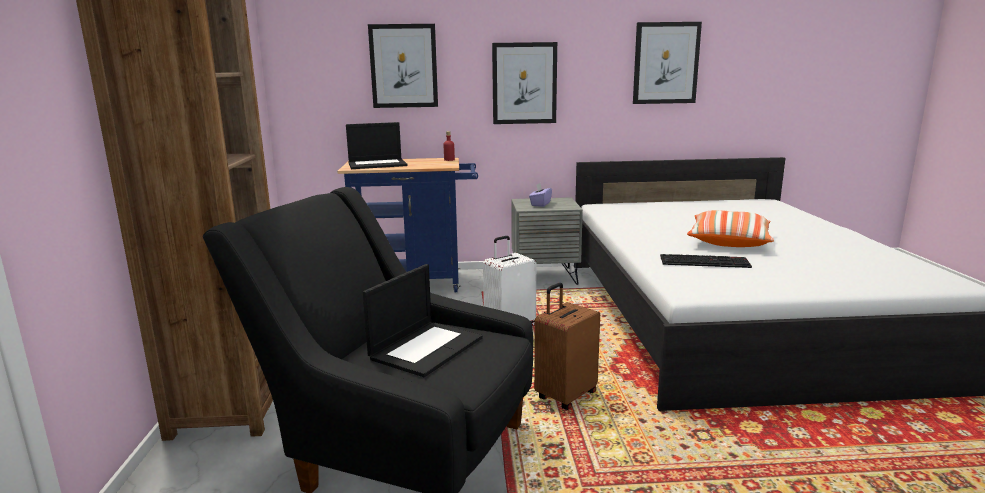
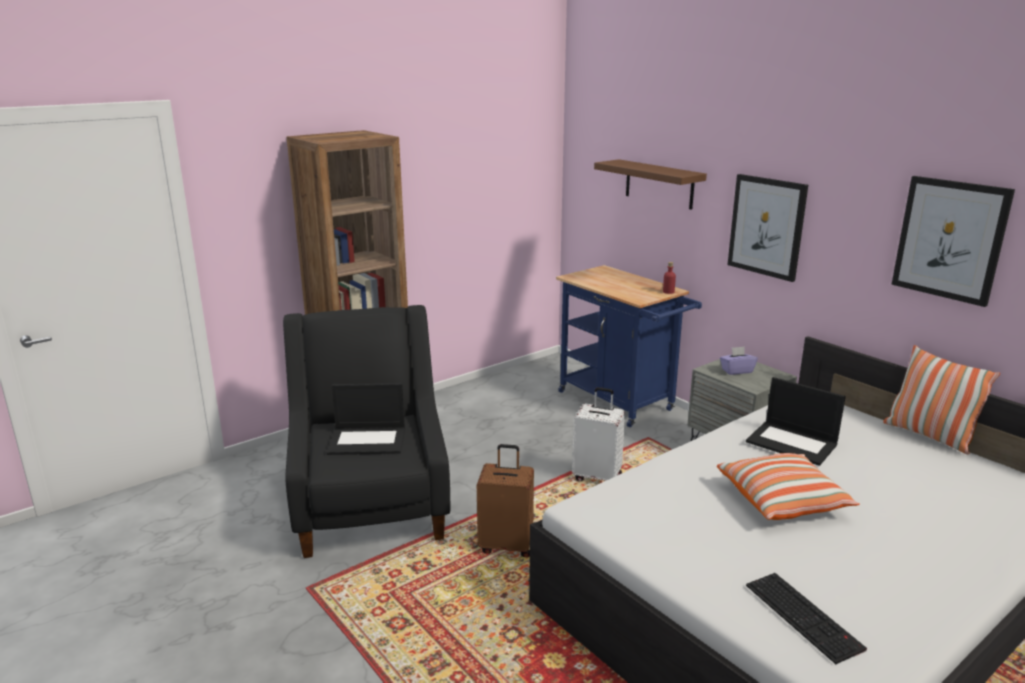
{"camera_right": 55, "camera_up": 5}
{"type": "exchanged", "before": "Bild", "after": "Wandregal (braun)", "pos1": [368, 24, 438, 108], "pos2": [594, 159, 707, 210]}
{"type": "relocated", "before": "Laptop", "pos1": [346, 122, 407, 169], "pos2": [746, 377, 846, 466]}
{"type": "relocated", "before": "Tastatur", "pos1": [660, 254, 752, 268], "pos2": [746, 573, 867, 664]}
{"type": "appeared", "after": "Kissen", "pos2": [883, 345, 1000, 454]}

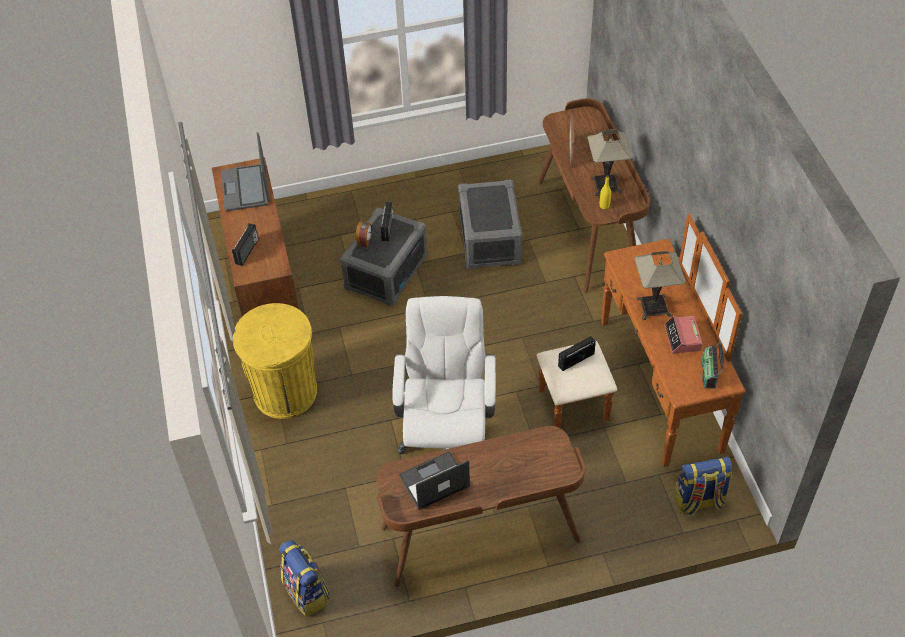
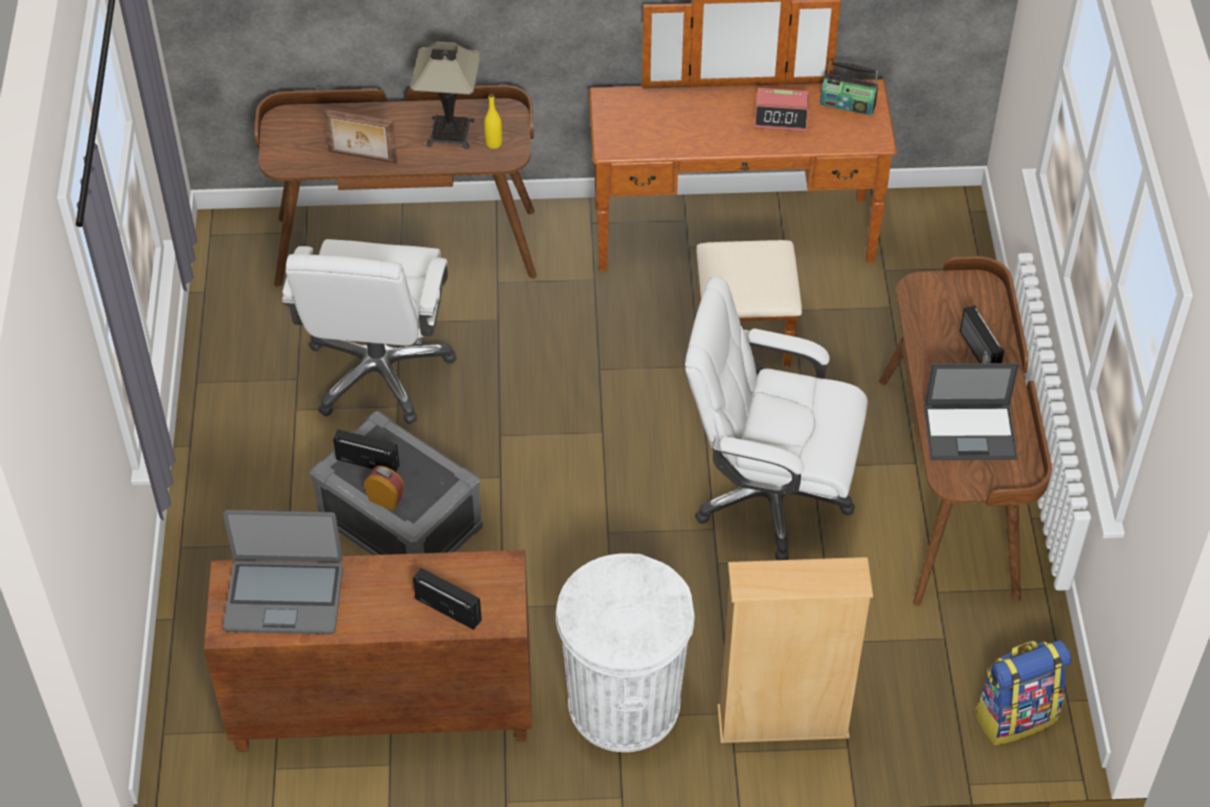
{"camera_right": -80, "camera_up": 0}
{"type": "exchanged", "before": "Aufbewahrungsbox (grau)", "after": "Bürostuhl (weiß)", "pos1": [458, 180, 522, 269], "pos2": [281, 239, 456, 424]}
{"type": "colour", "before": "Mülleimer (gelb)", "after": "Mülleimer (weiß)", "pos1": [233, 303, 317, 419], "pos2": [556, 554, 695, 752]}
{"type": "appeared", "after": "Bücherregal (beige)", "pos2": [717, 557, 873, 743]}
{"type": "spun", "before": "Laptop", "pos1": [399, 451, 470, 510], "pos2": [924, 363, 1019, 460], "turn": -75}
{"type": "relocated", "before": "Radio", "pos1": [558, 336, 596, 371], "pos2": [960, 305, 1004, 363]}
{"type": "missing", "before": "Tischlampe", "pos1": [634, 251, 686, 320]}
{"type": "missing", "before": "Rucksack", "pos1": [674, 457, 732, 516]}

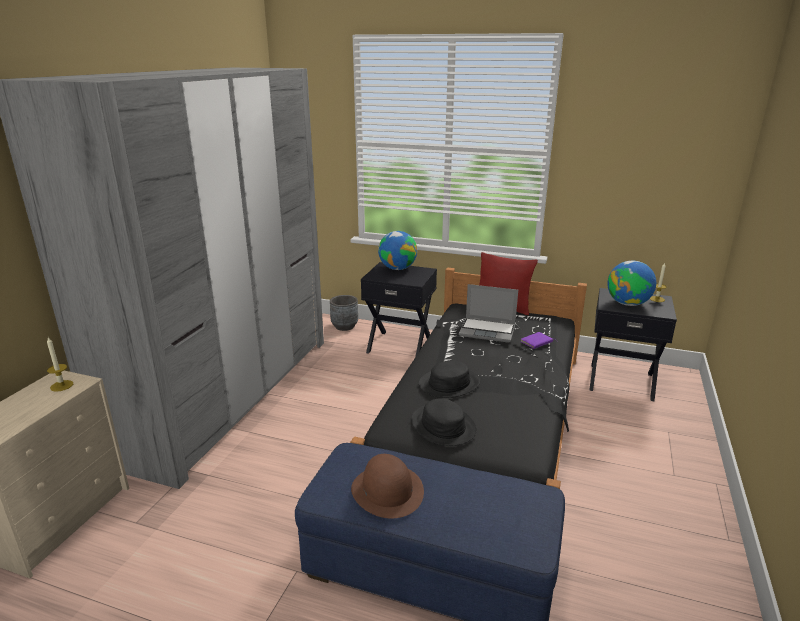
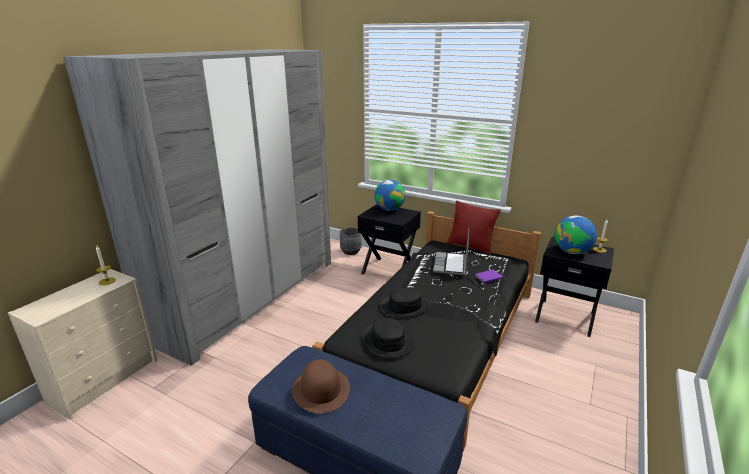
{"camera_right": 10, "camera_up": 0}
{"type": "spun", "before": "Laptop", "pos1": [459, 284, 518, 343], "pos2": [433, 227, 469, 276], "turn": 75}

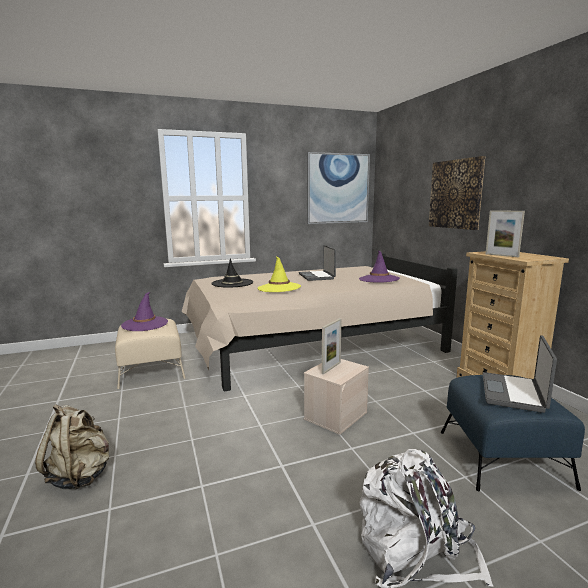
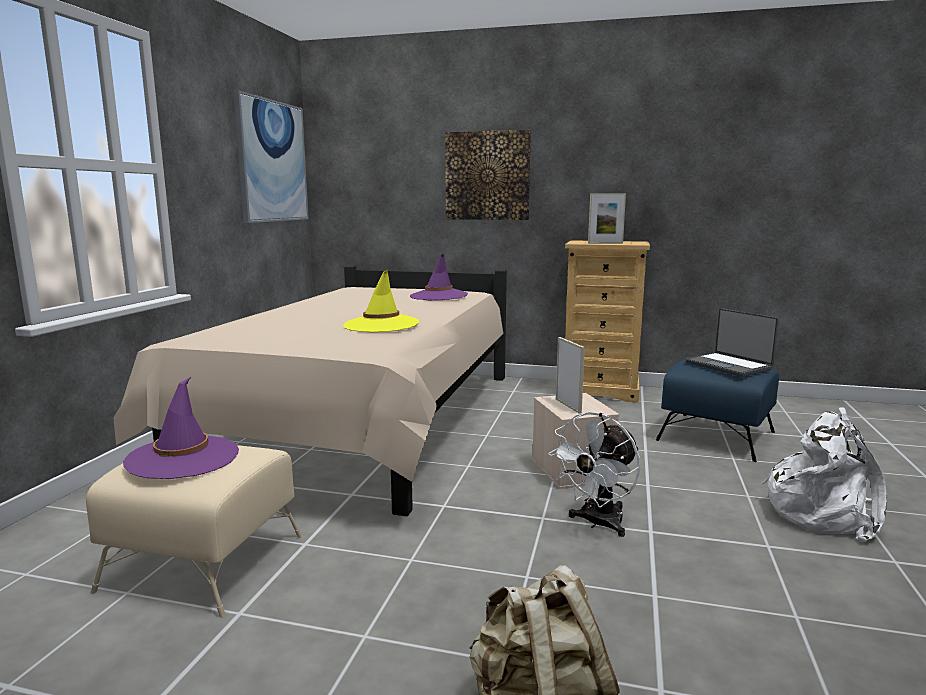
{"camera_right": -55, "camera_up": 0}
{"type": "appeared", "after": "Ventilator (weiß)", "pos2": [548, 412, 640, 537]}
{"type": "missing", "before": "Hut (schwarz)", "pos1": [211, 258, 253, 288]}
{"type": "missing", "before": "Laptop", "pos1": [299, 245, 336, 281]}

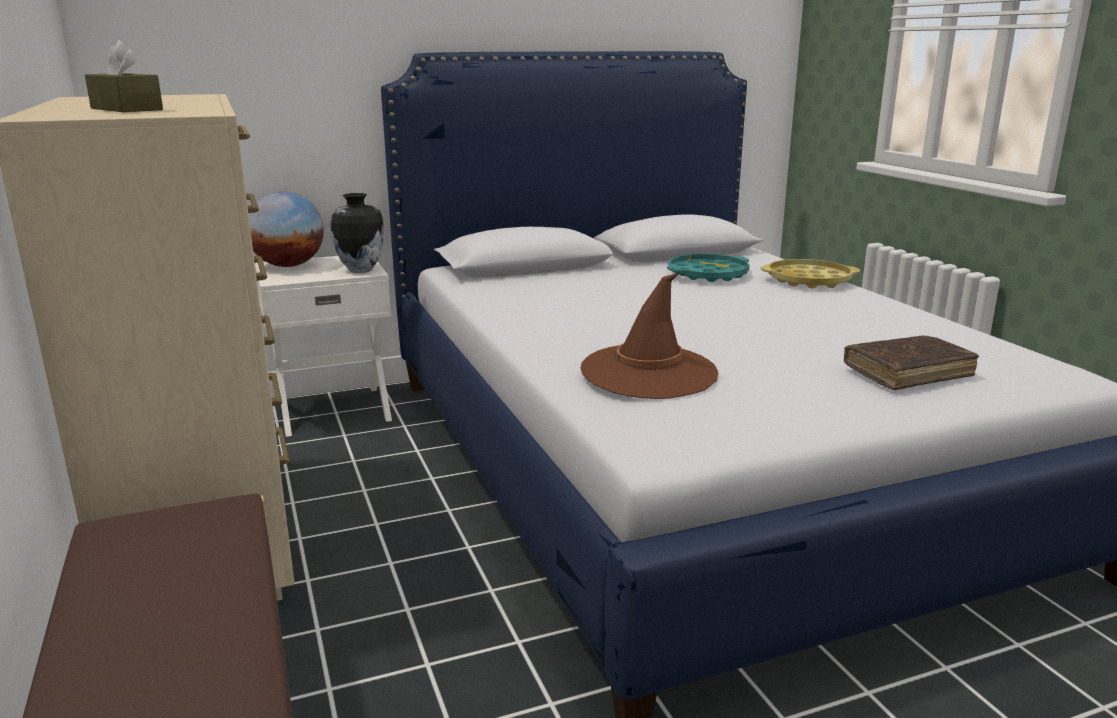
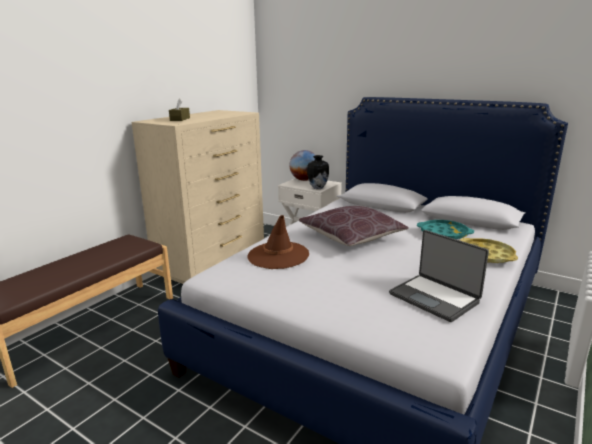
{"camera_right": 55, "camera_up": 0}
{"type": "appeared", "after": "Kissen (braun)", "pos2": [299, 206, 409, 246]}
{"type": "appeared", "after": "Laptop", "pos2": [389, 230, 489, 322]}
{"type": "missing", "before": "Buch (braun)", "pos1": [844, 335, 979, 390]}

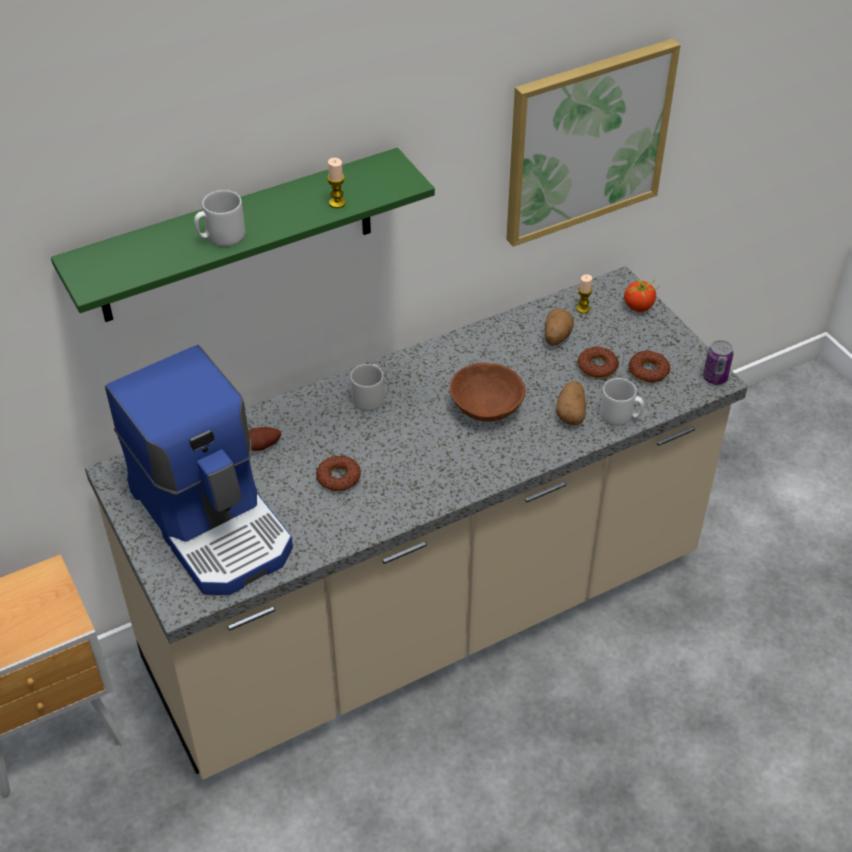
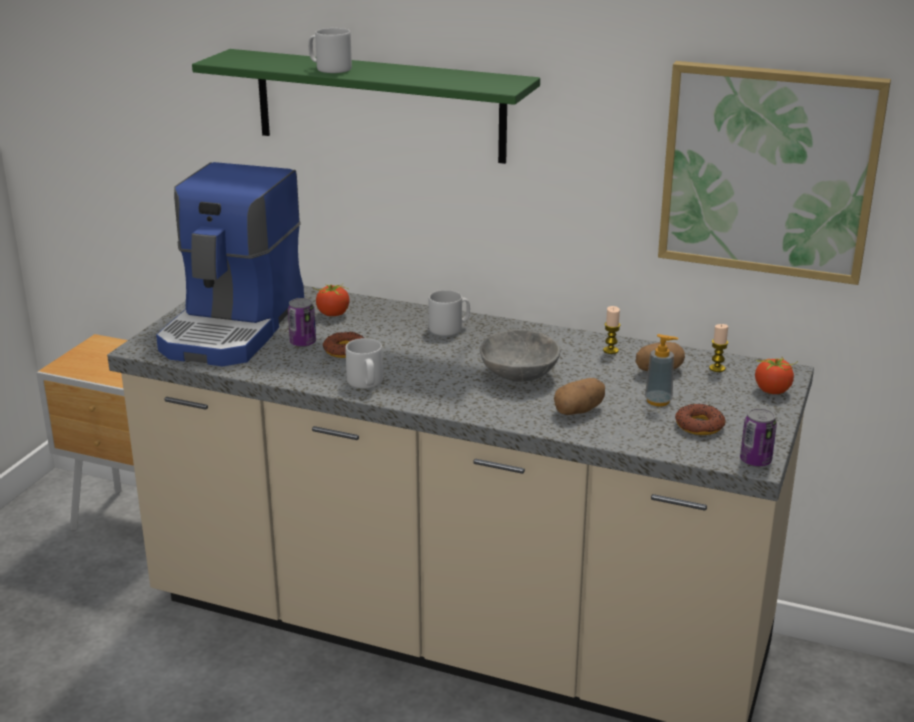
{"camera_right": 50, "camera_up": -20}
{"type": "appeared", "after": "Dose", "pos2": [288, 298, 316, 347]}
{"type": "exchanged", "before": "Kartoffel", "after": "Tomate", "pos1": [248, 427, 281, 451], "pos2": [313, 284, 349, 316]}
{"type": "relocated", "before": "Henkelbecher (grau)", "pos1": [600, 378, 644, 426], "pos2": [345, 338, 383, 389]}
{"type": "colour", "before": "Schüssel (braun)", "after": "Schüssel (grau)", "pos1": [450, 363, 526, 422], "pos2": [480, 330, 560, 382]}
{"type": "relocated", "before": "Kerze", "pos1": [327, 158, 346, 208], "pos2": [603, 306, 620, 354]}
{"type": "exchanged", "before": "Donut", "after": "Seifenspender", "pos1": [578, 346, 619, 378], "pos2": [645, 334, 678, 407]}

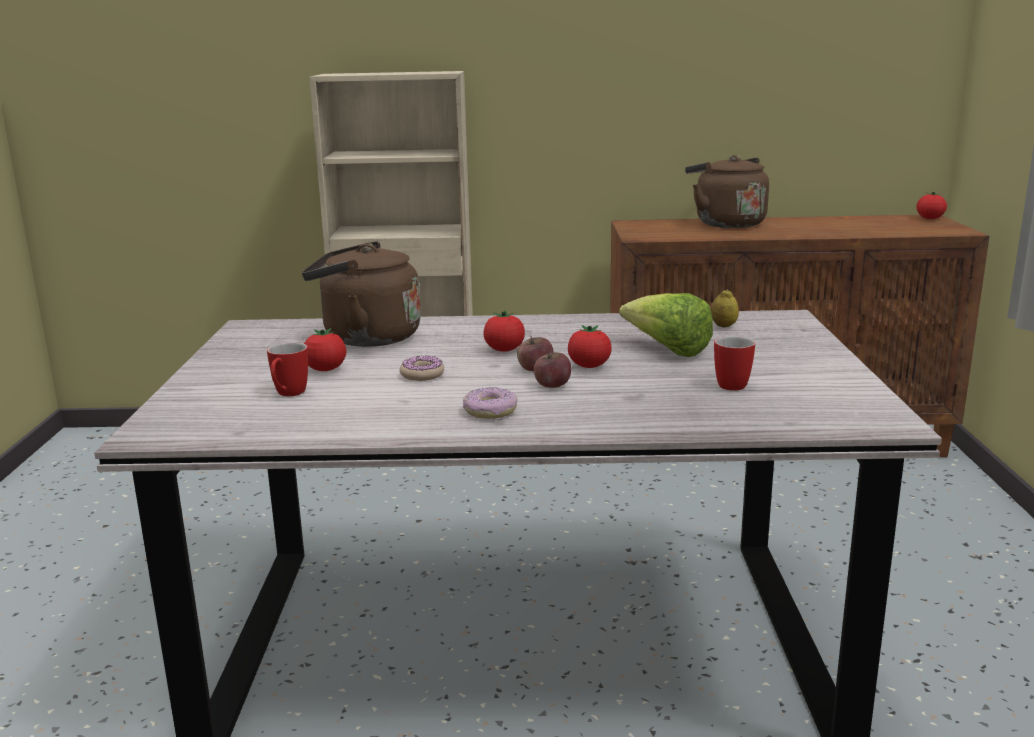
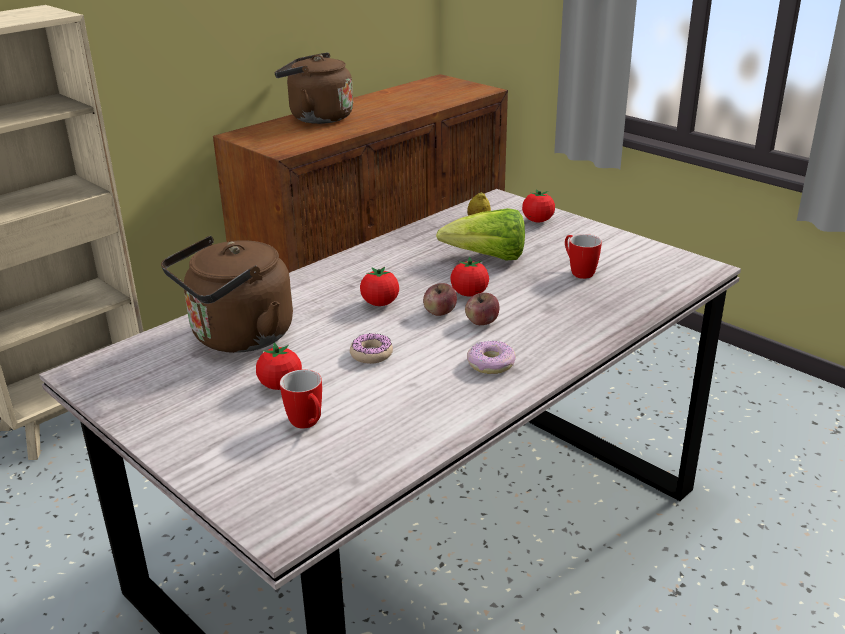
{"camera_right": -45, "camera_up": 10}
{"type": "relocated", "before": "Tomate", "pos1": [916, 192, 947, 219], "pos2": [522, 189, 555, 222]}

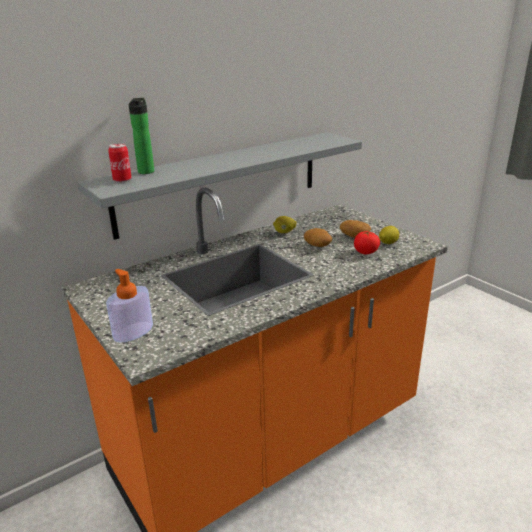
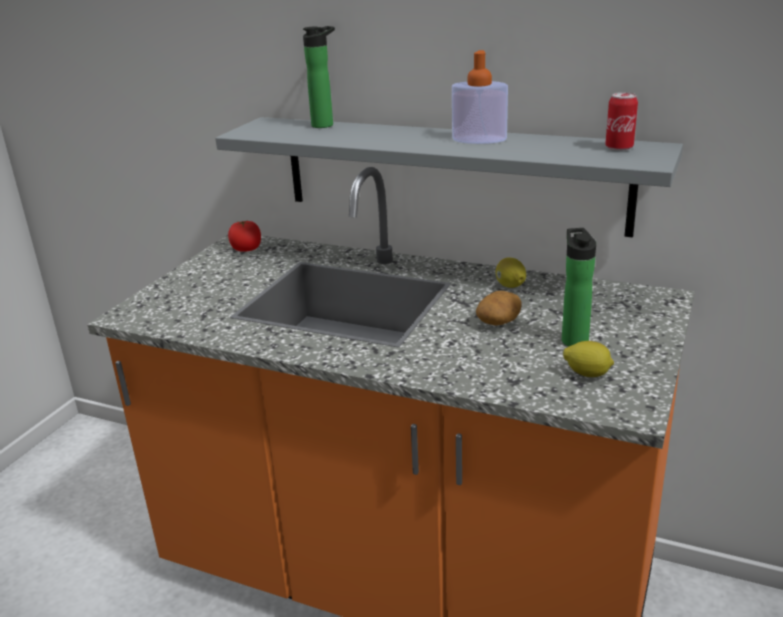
{"camera_right": 60, "camera_up": 0}
{"type": "relocated", "before": "Tomate", "pos1": [354, 231, 380, 254], "pos2": [228, 220, 261, 252]}
{"type": "relocated", "before": "Seifenspender", "pos1": [106, 269, 153, 343], "pos2": [452, 50, 508, 144]}
{"type": "exchanged", "before": "Kartoffel", "after": "Flasche", "pos1": [340, 220, 371, 238], "pos2": [562, 228, 596, 346]}
{"type": "relocated", "before": "Dose", "pos1": [108, 143, 132, 182], "pos2": [605, 92, 638, 151]}

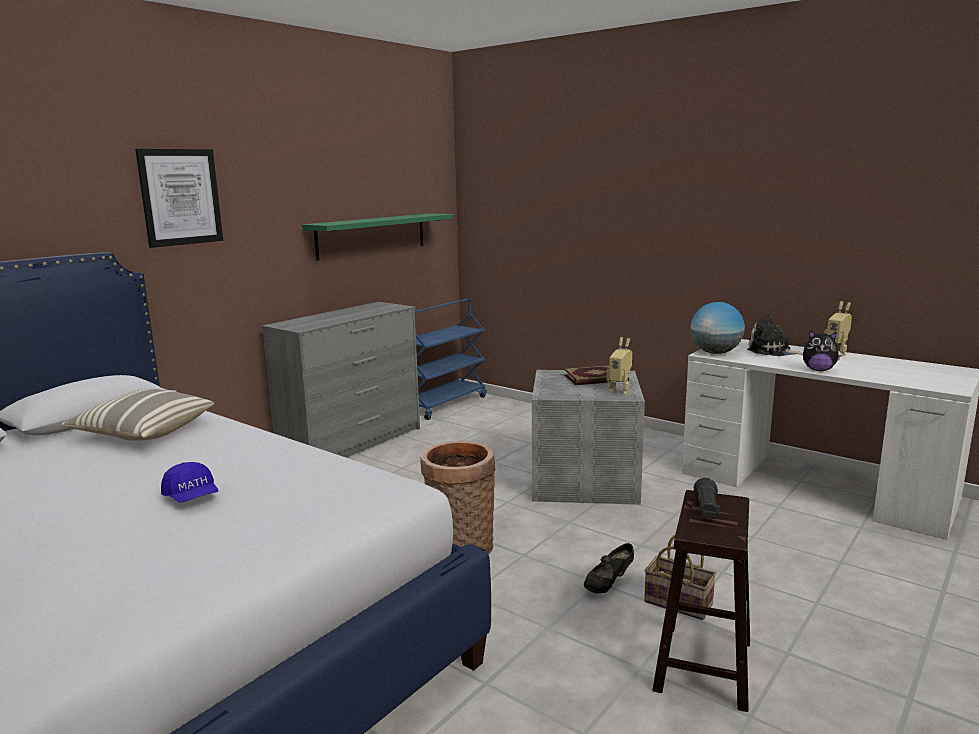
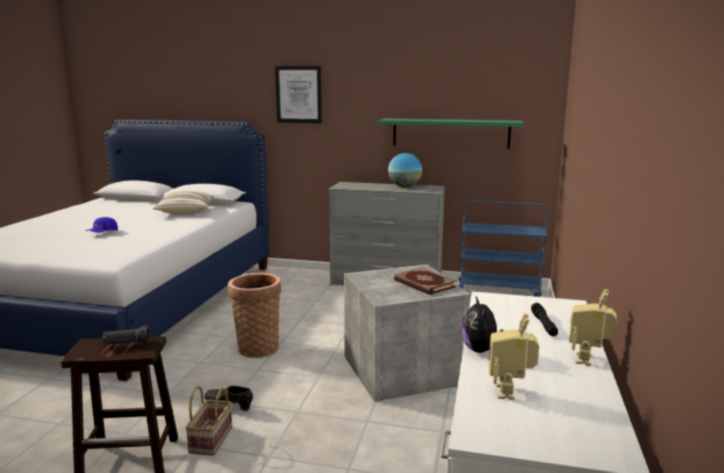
{"camera_right": 65, "camera_up": 0}
{"type": "relocated", "before": "Globus", "pos1": [690, 302, 745, 354], "pos2": [388, 153, 422, 187]}
{"type": "relocated", "before": "Spielzeugroboter", "pos1": [607, 337, 632, 395], "pos2": [489, 313, 539, 400]}
{"type": "exchanged", "before": "Plüschtier", "after": "Taschenlampe (schwarz)", "pos1": [747, 315, 803, 356], "pos2": [531, 303, 558, 336]}

